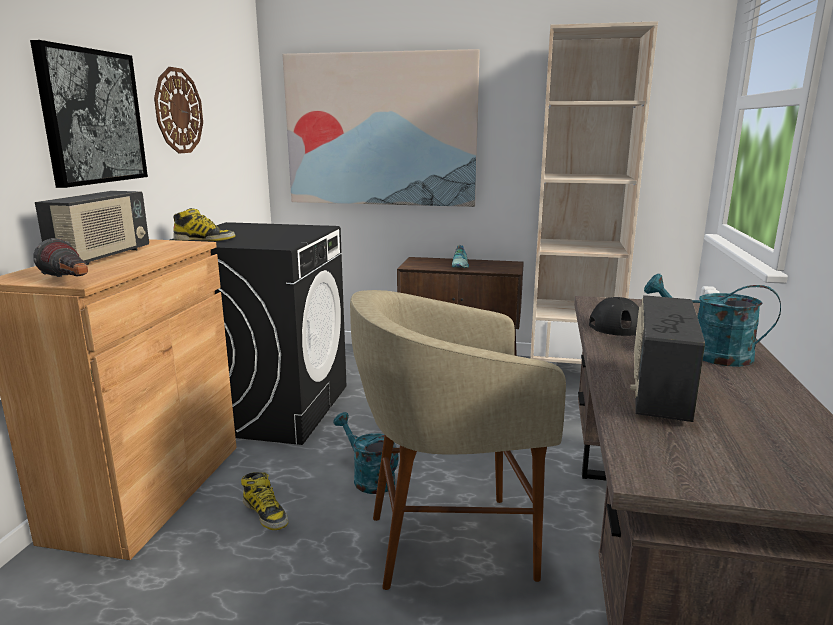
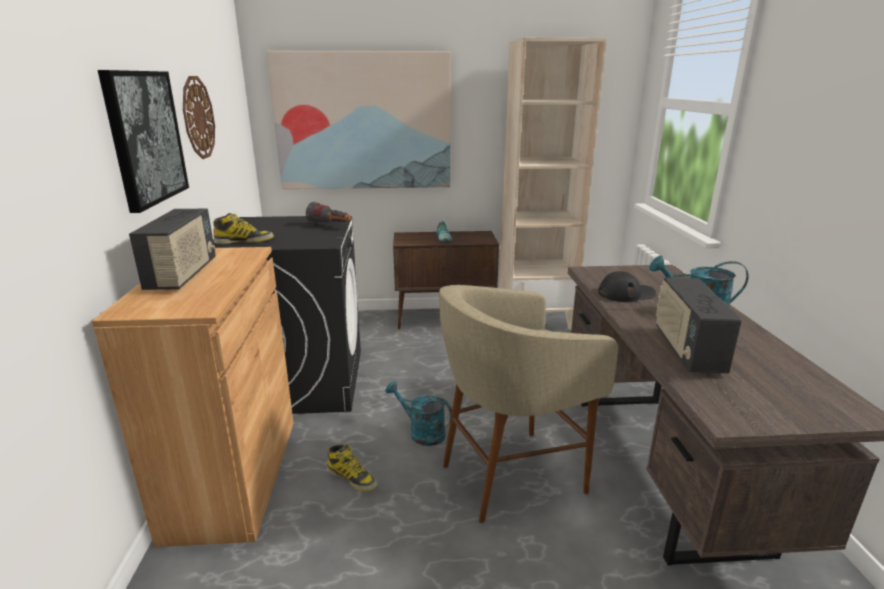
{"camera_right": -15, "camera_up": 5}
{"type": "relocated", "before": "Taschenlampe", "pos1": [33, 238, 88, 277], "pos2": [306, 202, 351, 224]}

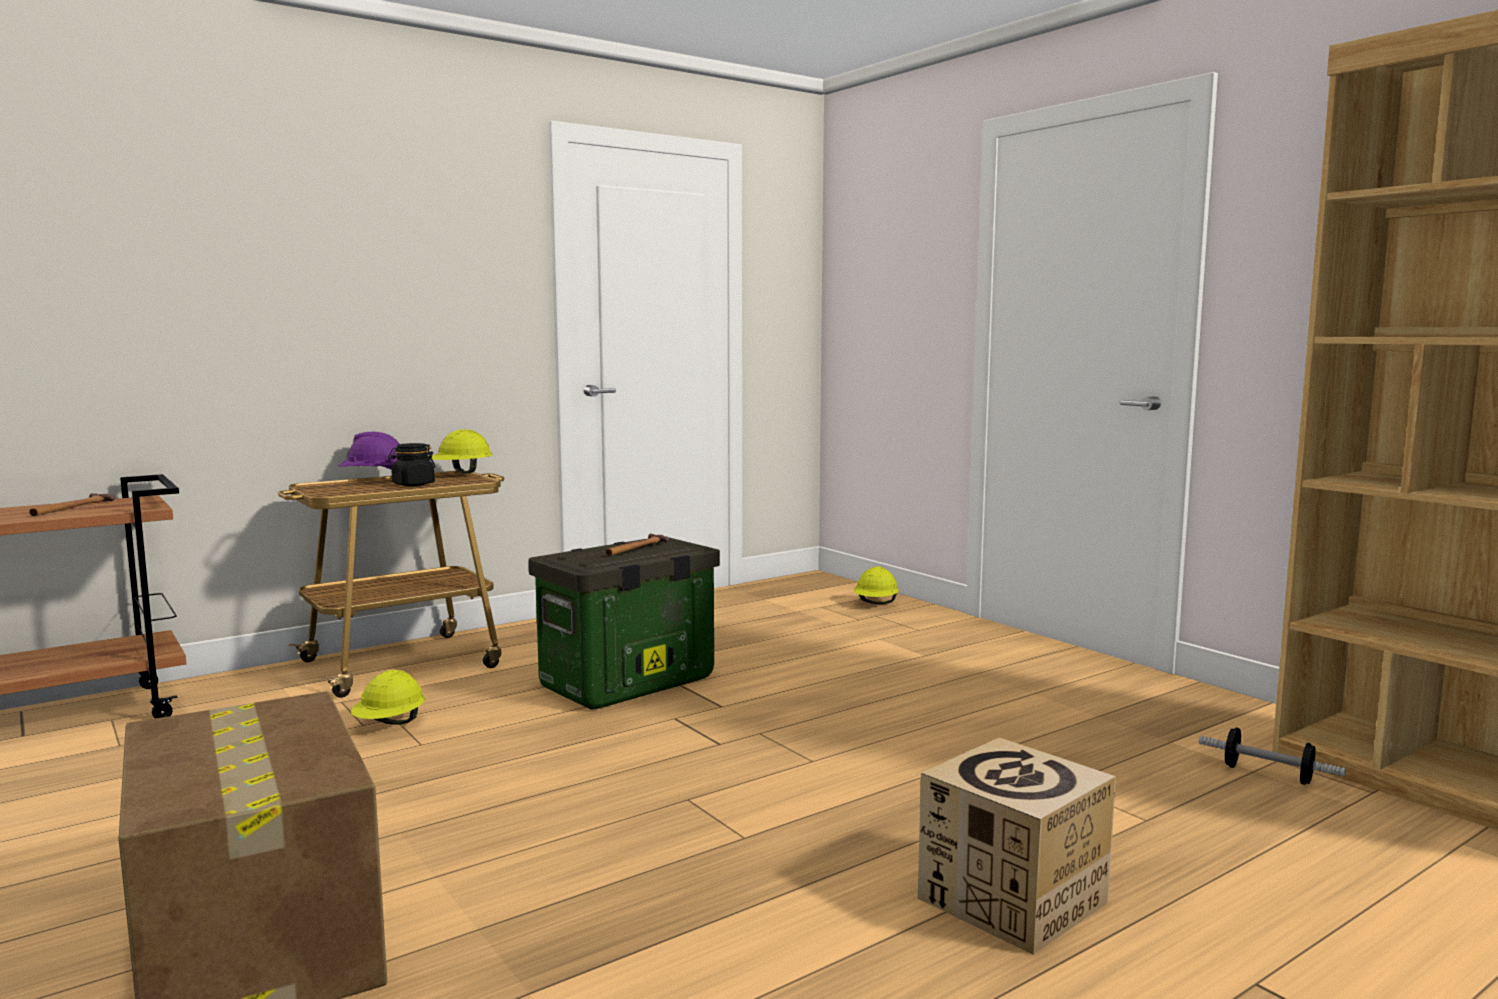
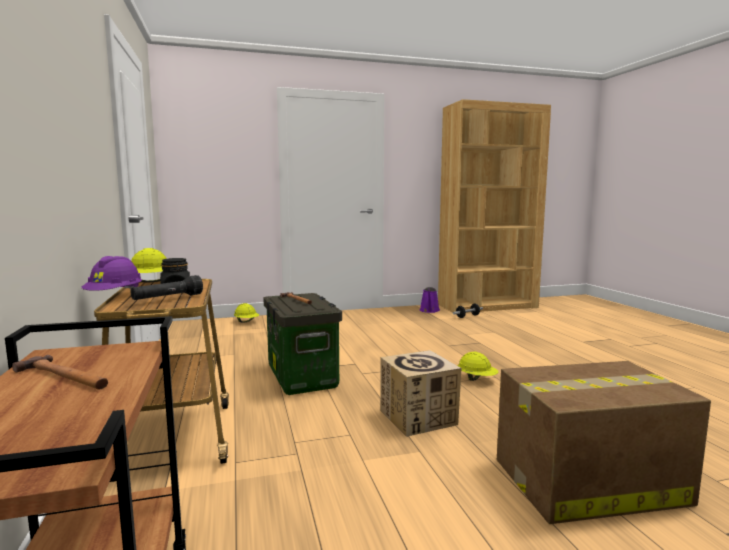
{"camera_right": -70, "camera_up": 0}
{"type": "appeared", "after": "Taschenlampe (schwarz)", "pos2": [131, 275, 203, 300]}
{"type": "relocated", "before": "Karton", "pos1": [918, 737, 1116, 955], "pos2": [380, 350, 462, 437]}
{"type": "appeared", "after": "Gießkanne (lila)", "pos2": [420, 287, 440, 313]}
{"type": "relocated", "before": "Schutzhelm (gelb)", "pos1": [351, 670, 425, 725], "pos2": [457, 352, 499, 381]}

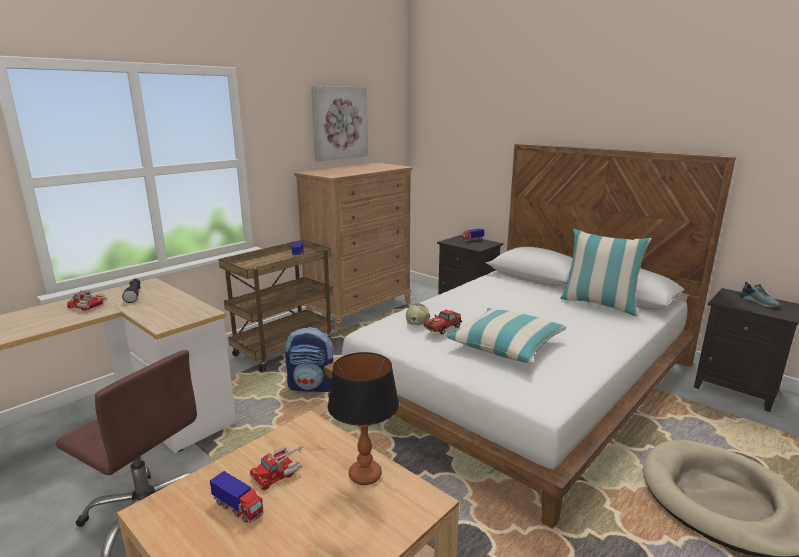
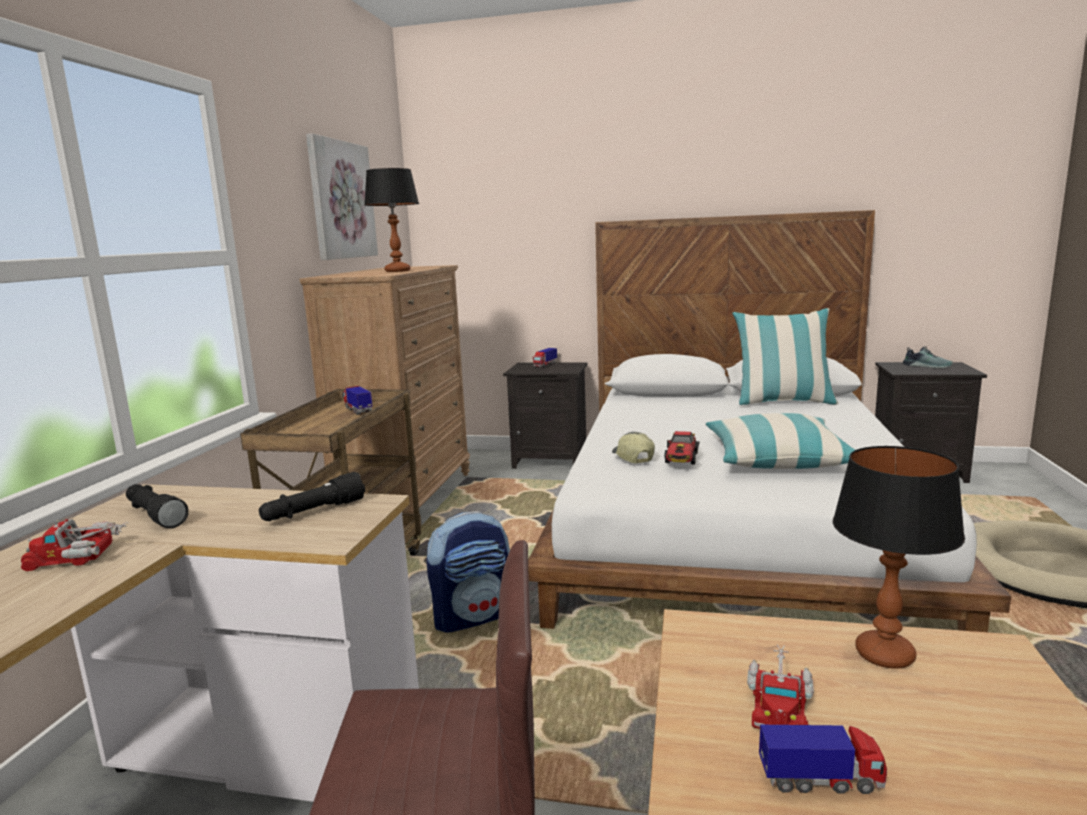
{"camera_right": -30, "camera_up": -5}
{"type": "appeared", "after": "Taschenlampe (schwarz)", "pos2": [259, 472, 365, 521]}
{"type": "appeared", "after": "Tischlampe", "pos2": [364, 168, 419, 272]}

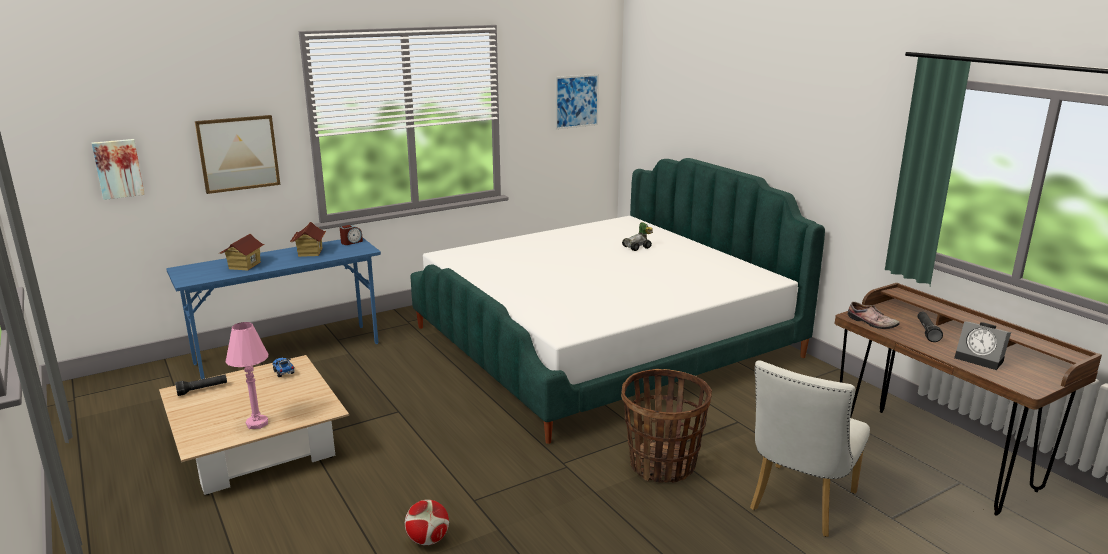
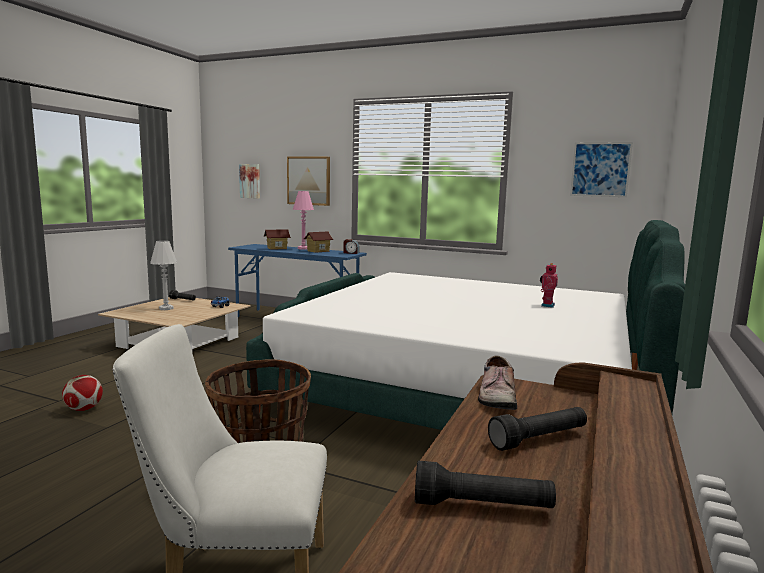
{"camera_right": 55, "camera_up": -10}
{"type": "appeared", "after": "Tischlampe (weiß)", "pos2": [150, 240, 177, 310]}
{"type": "relocated", "before": "Tischlampe (rosa)", "pos1": [226, 322, 268, 429], "pos2": [293, 191, 314, 250]}
{"type": "exchanged", "before": "Wecker", "after": "Taschenlampe (schwarz)", "pos1": [954, 321, 1011, 370], "pos2": [415, 461, 556, 508]}
{"type": "exchanged", "before": "Spielzeugauto", "after": "Spielzeugroboter", "pos1": [622, 222, 653, 251], "pos2": [540, 263, 558, 308]}

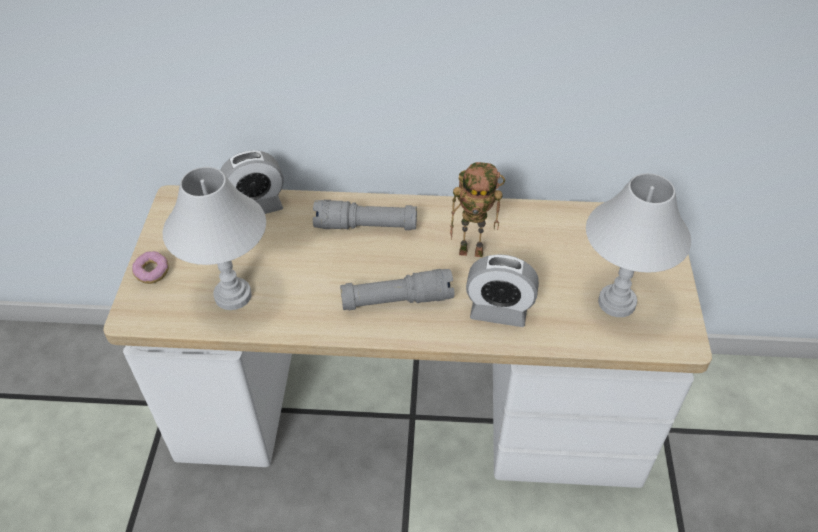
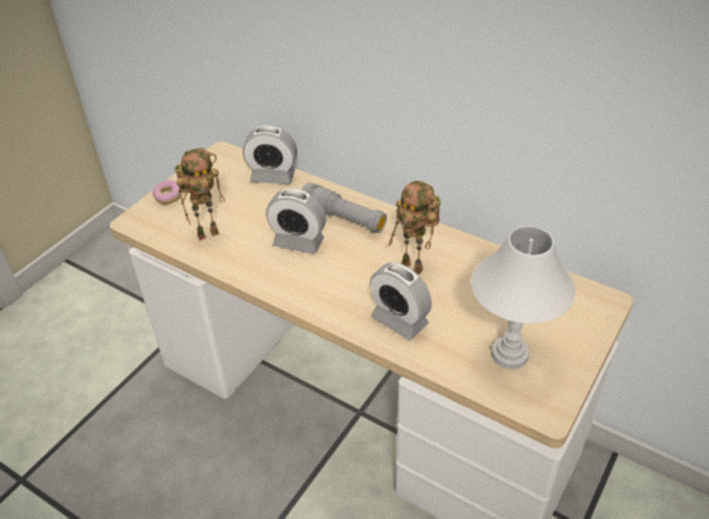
{"camera_right": 30, "camera_up": -5}
{"type": "exchanged", "before": "Tischlampe (weiß)", "after": "Spielzeugroboter", "pos1": [163, 167, 266, 310], "pos2": [175, 148, 225, 240]}
{"type": "appeared", "after": "Wecker", "pos2": [266, 188, 326, 254]}
{"type": "missing", "before": "Taschenlampe (grau)", "pos1": [340, 269, 454, 310]}

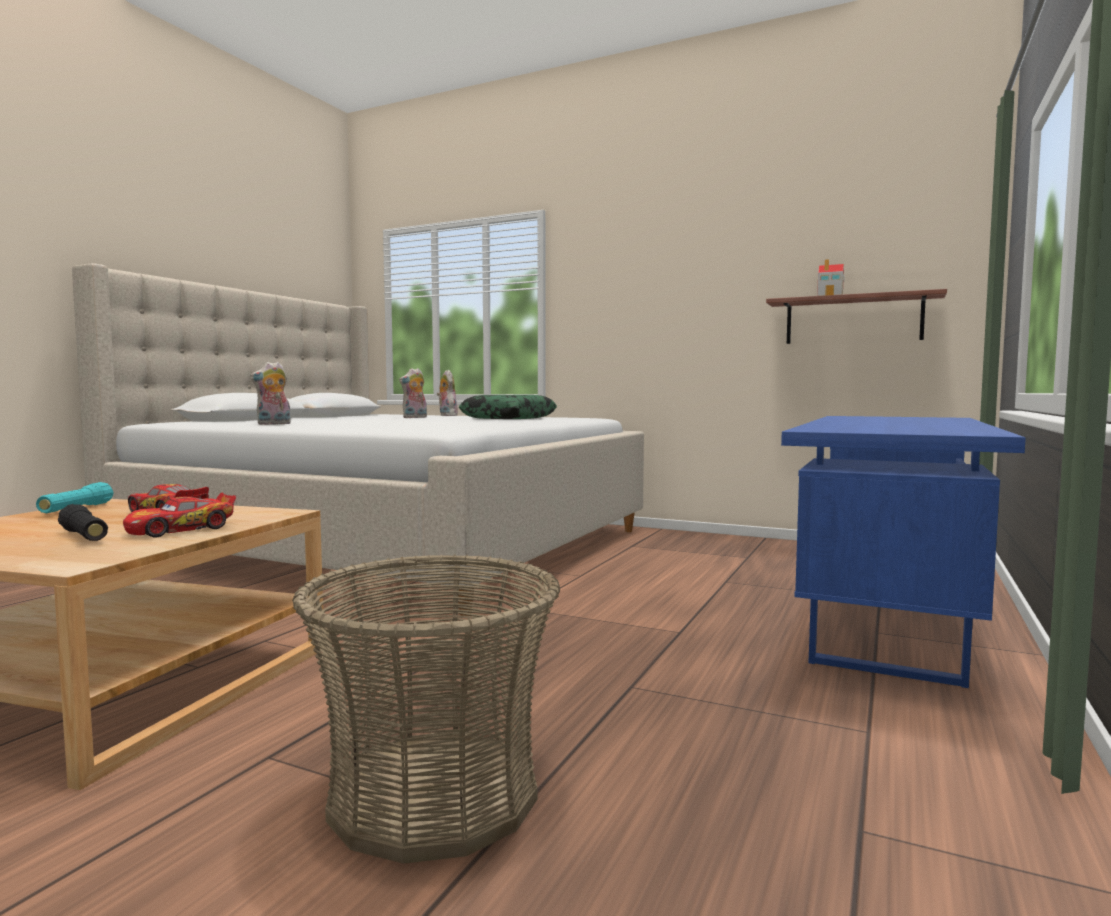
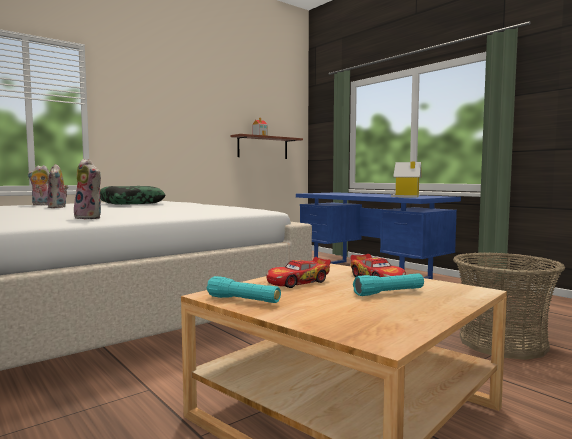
{"camera_right": -65, "camera_up": 0}
{"type": "spun", "before": "Plüschtier", "pos1": [250, 362, 291, 425], "pos2": [74, 159, 101, 219], "turn": -45}
{"type": "colour", "before": "Taschenlampe (schwarz)", "after": "Taschenlampe (türkis)", "pos1": [58, 504, 108, 541], "pos2": [353, 274, 424, 296]}
{"type": "appeared", "after": "Spielzeughaus", "pos2": [391, 162, 422, 197]}

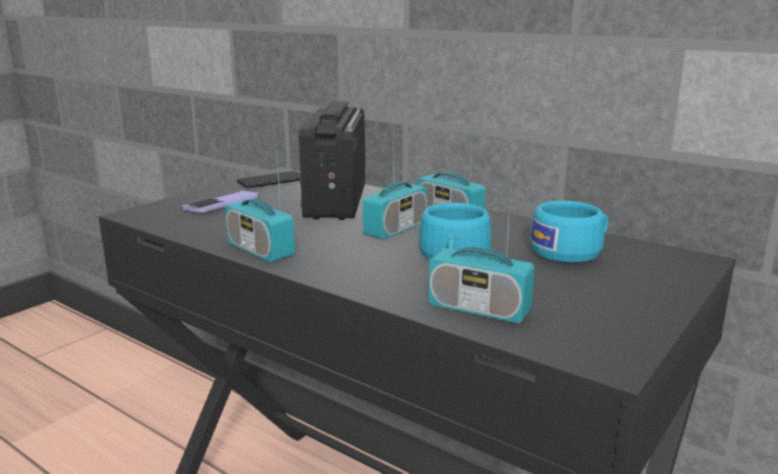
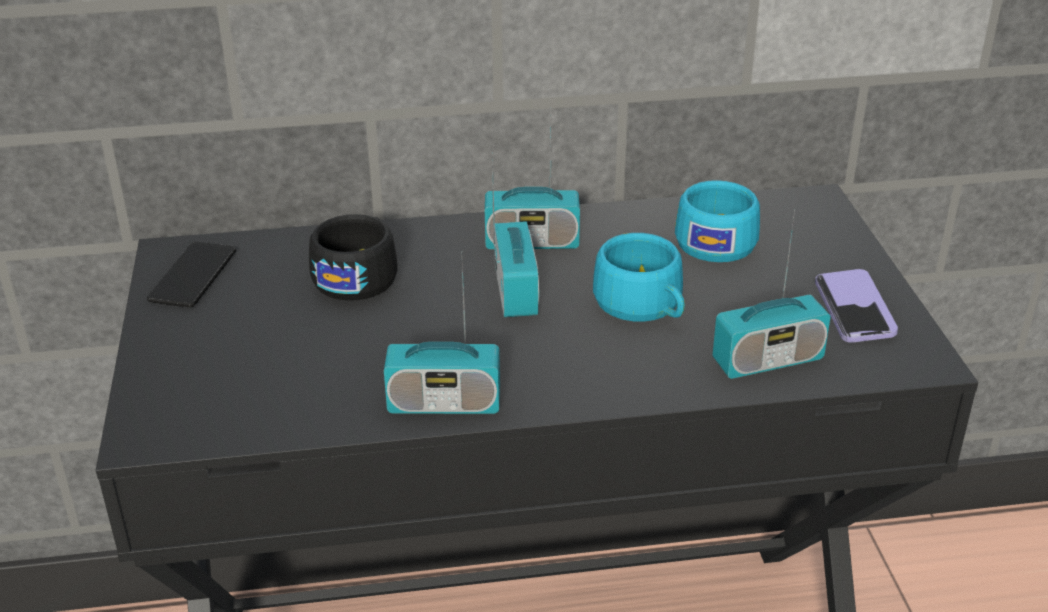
{"camera_right": -45, "camera_up": 15}
{"type": "exchanged", "before": "Radio", "after": "Tasse (schwarz)", "pos1": [299, 101, 365, 220], "pos2": [309, 214, 398, 301]}
{"type": "relocated", "before": "Handy", "pos1": [182, 191, 259, 213], "pos2": [815, 269, 898, 343]}

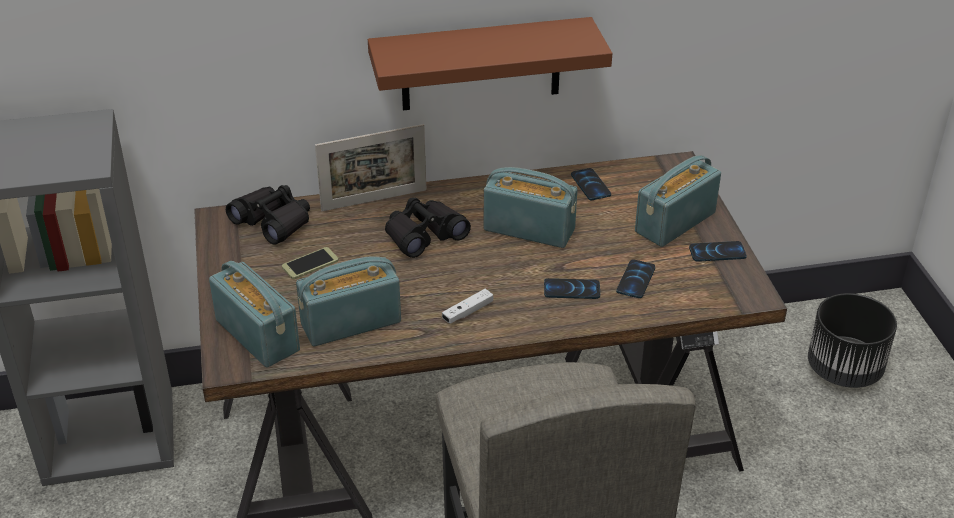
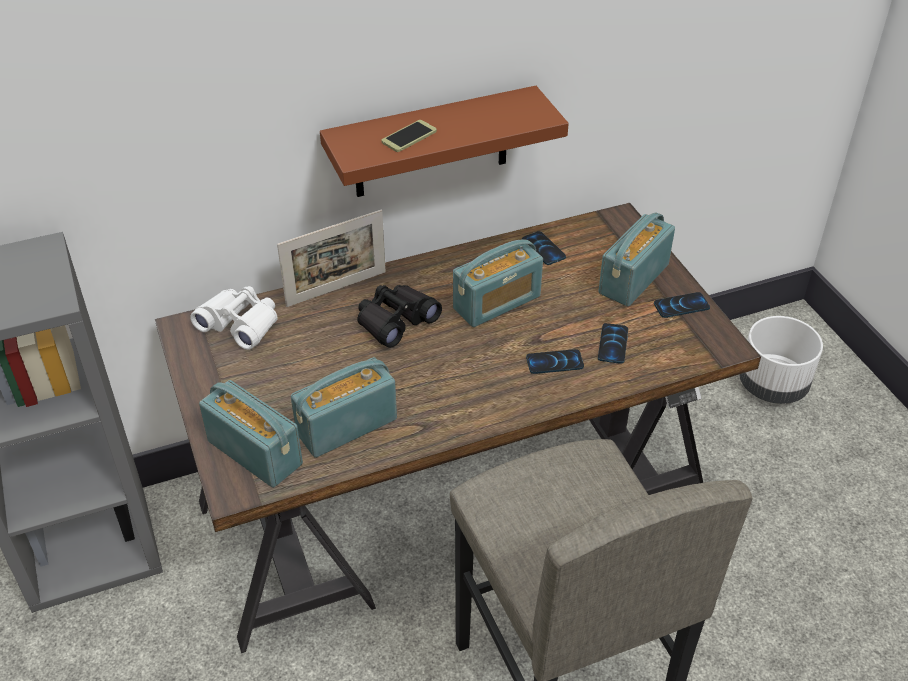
{"camera_right": -10, "camera_up": 5}
{"type": "colour", "before": "Fernglas (schwarz)", "after": "Fernglas (weiß)", "pos1": [226, 185, 310, 245], "pos2": [190, 286, 278, 350]}
{"type": "relocated", "before": "Handy", "pos1": [282, 247, 339, 279], "pos2": [381, 120, 437, 152]}
{"type": "spun", "before": "Radio", "pos1": [484, 167, 578, 248], "pos2": [453, 239, 543, 327], "turn": 135}
{"type": "colour", "before": "Pflanzkübel (schwarz)", "after": "Pflanzkübel (weiß)", "pos1": [808, 293, 897, 388], "pos2": [739, 316, 823, 404]}
{"type": "missing", "before": "Gamepad (weiß)", "pos1": [442, 289, 493, 324]}

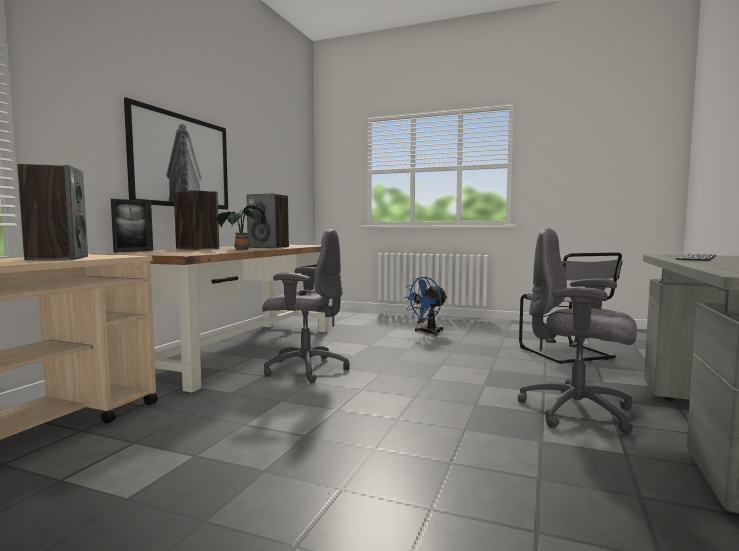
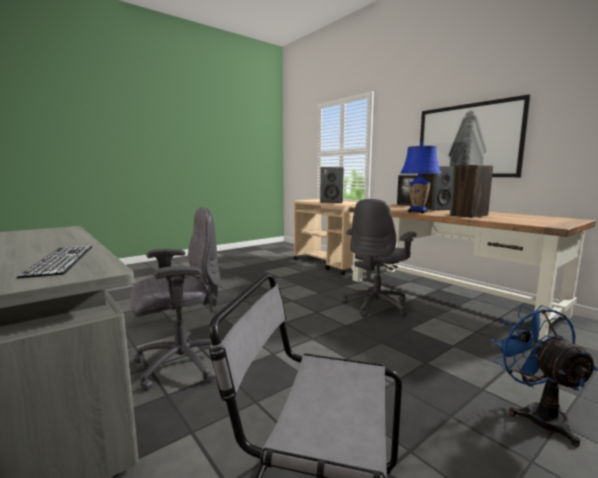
{"camera_right": 120, "camera_up": 5}
{"type": "exchanged", "before": "Topfpflanze", "after": "Tischlampe (blau)", "pos1": [217, 205, 266, 250], "pos2": [400, 142, 441, 213]}

